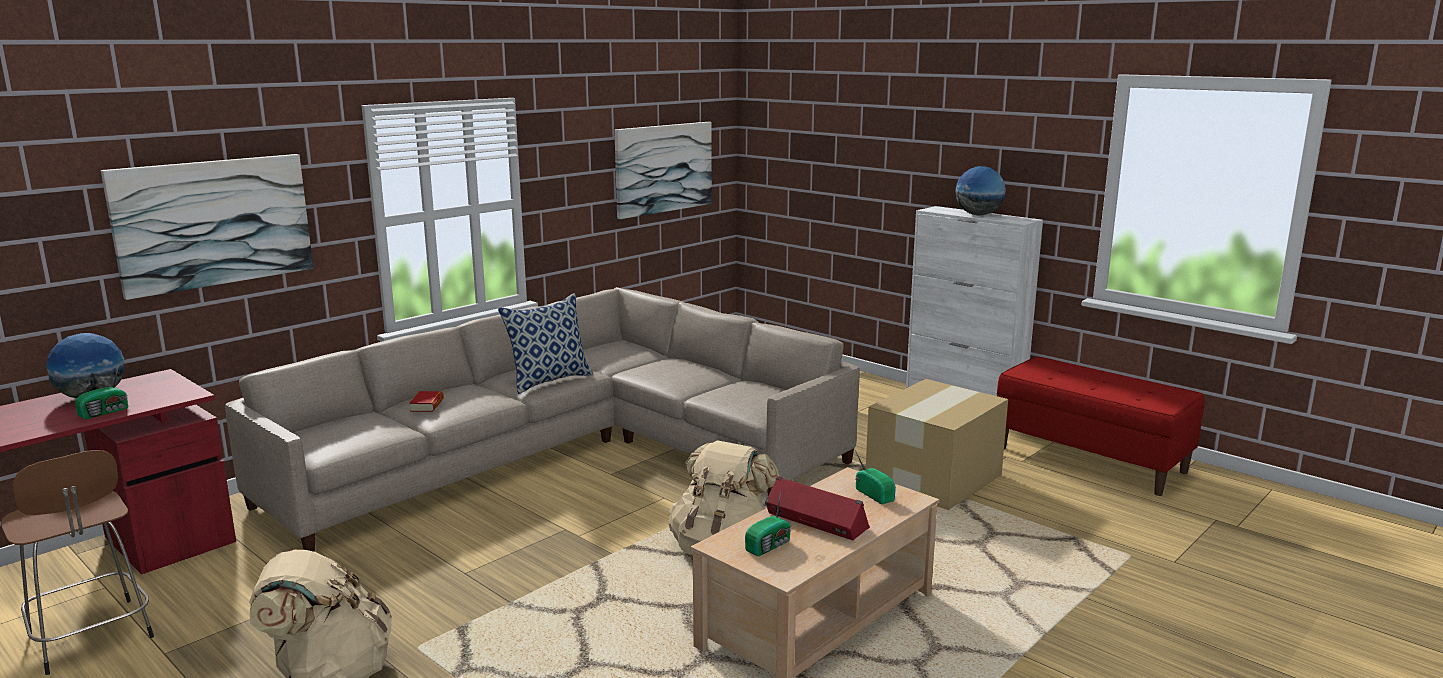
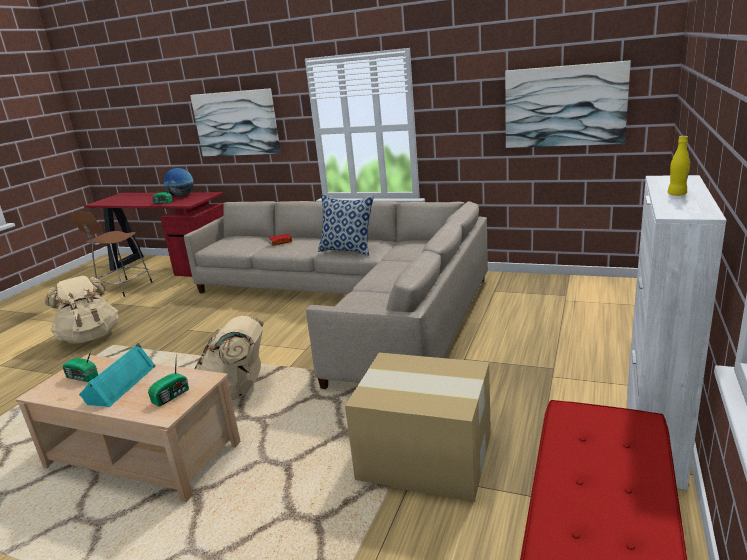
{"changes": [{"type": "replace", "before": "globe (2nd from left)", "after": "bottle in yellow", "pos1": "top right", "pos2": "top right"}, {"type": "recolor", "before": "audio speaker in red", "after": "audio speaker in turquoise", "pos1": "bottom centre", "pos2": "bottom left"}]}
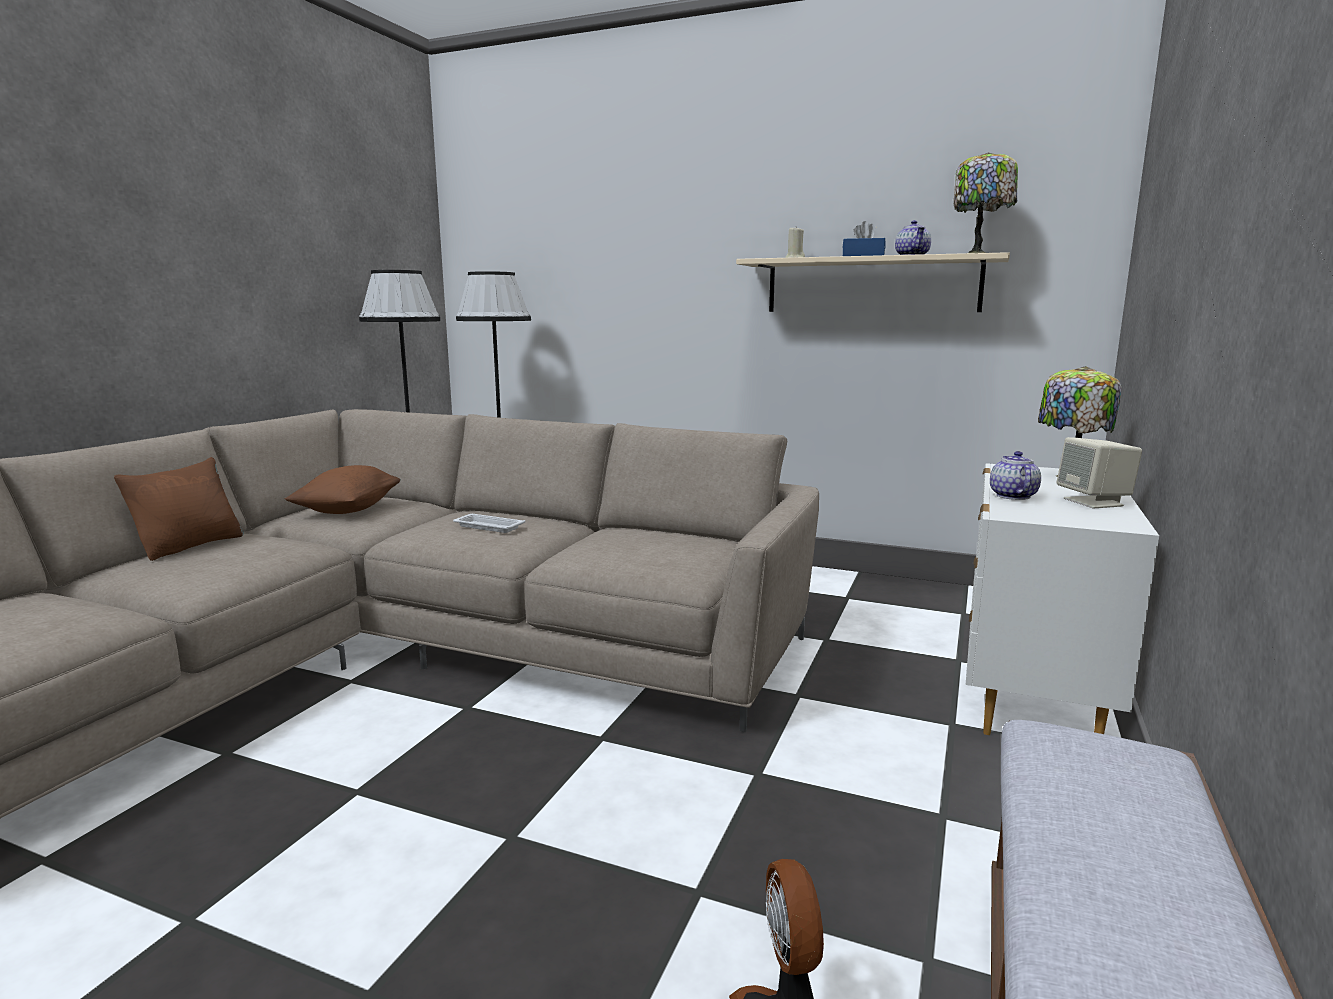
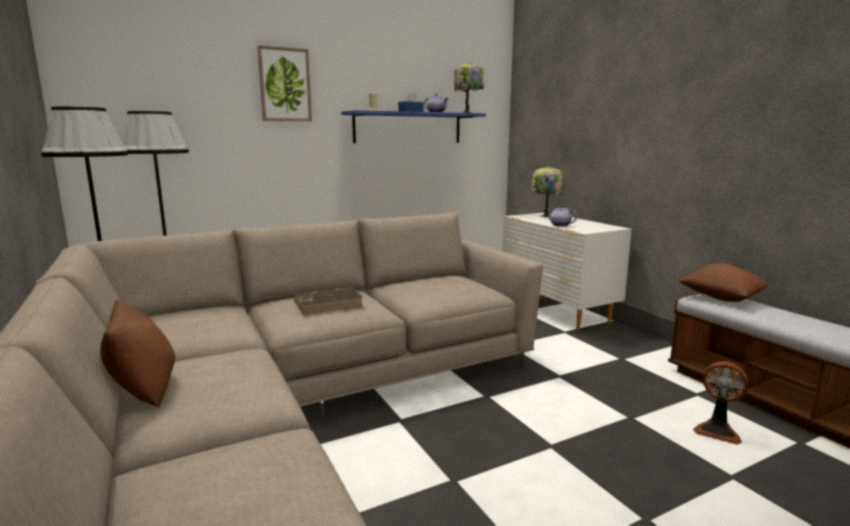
{"changes": [{"type": "delete", "before": "audio speaker in sand-coloured", "pos1": "middle right"}, {"type": "insert", "after": "wall picture", "pos2": "top centre"}, {"type": "move", "before": "cushion in brown-coloured (2nd from left)", "pos1": "middle left", "pos2": "middle right"}, {"type": "replace", "before": "carrying tray in whitish", "after": "book in brown-coloured", "pos1": "centre", "pos2": "centre"}, {"type": "recolor", "before": "bracket shelf in sand-coloured", "after": "bracket shelf in blue", "pos1": "top centre", "pos2": "top centre"}]}
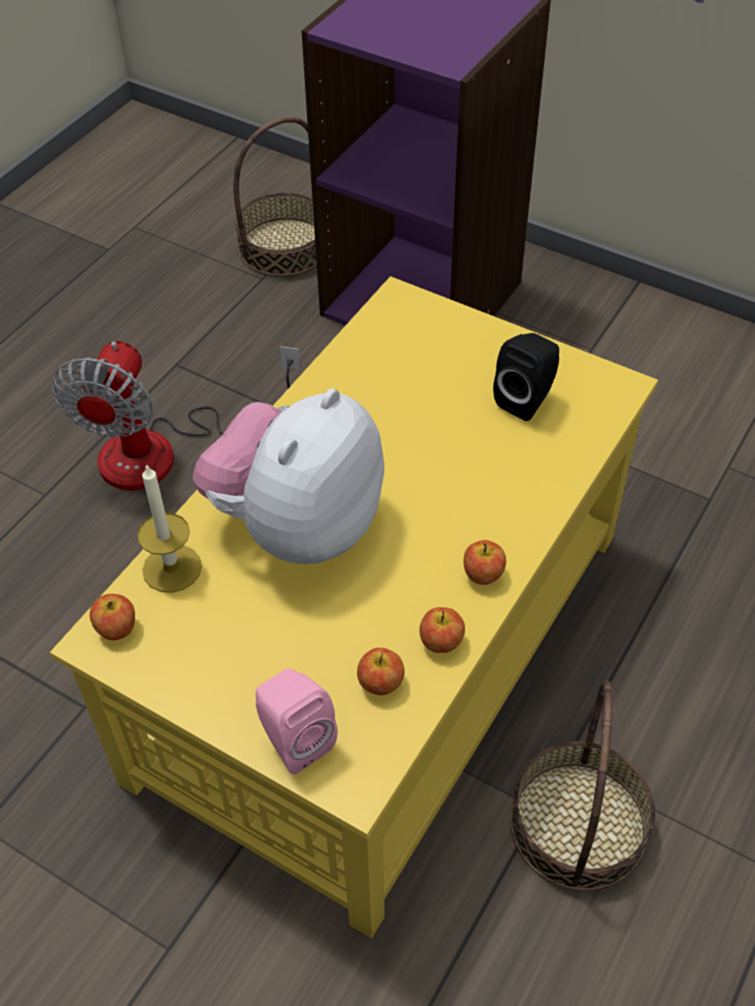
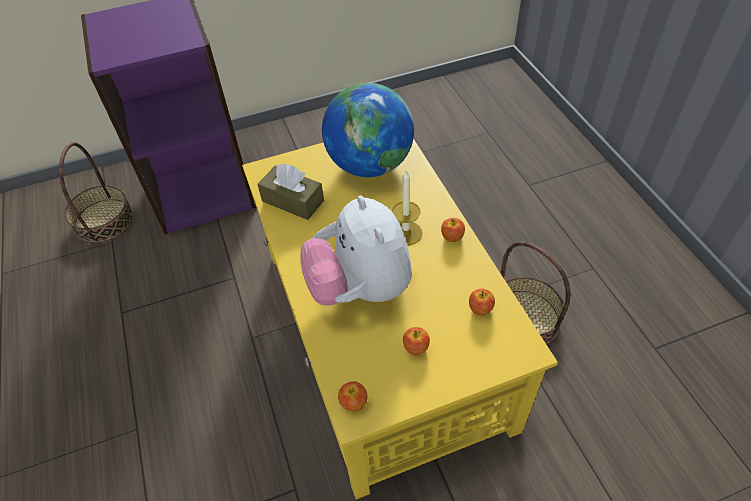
{"changes": [{"type": "delete", "before": "fan", "pos1": "middle left"}, {"type": "delete", "before": "audio speaker in pink", "pos1": "bottom centre"}, {"type": "insert", "after": "tissue box in brown-coloured", "pos2": "centre"}, {"type": "move", "before": "wax light", "pos1": "middle left", "pos2": "centre"}, {"type": "move", "before": "apple fruit (3rd from left in the first image)", "after": "apple fruit (2nd from left)", "pos1": "centre", "pos2": "bottom centre"}, {"type": "replace", "before": "audio speaker in blackish", "after": "globe", "pos1": "middle right", "pos2": "top centre"}]}
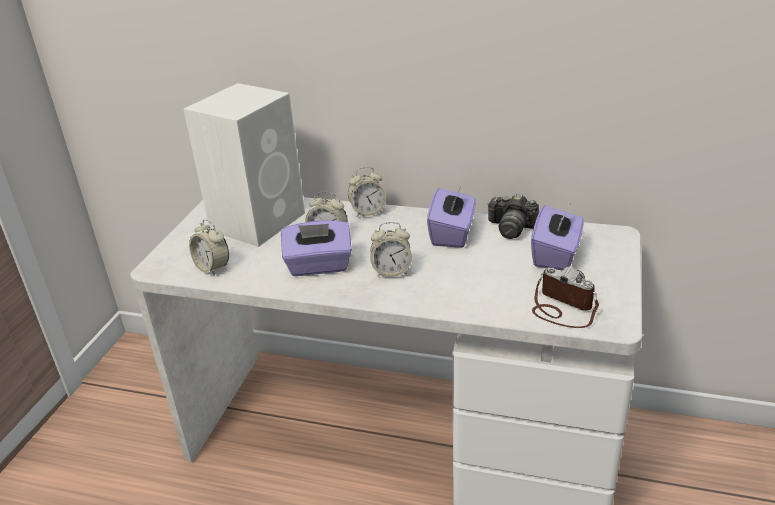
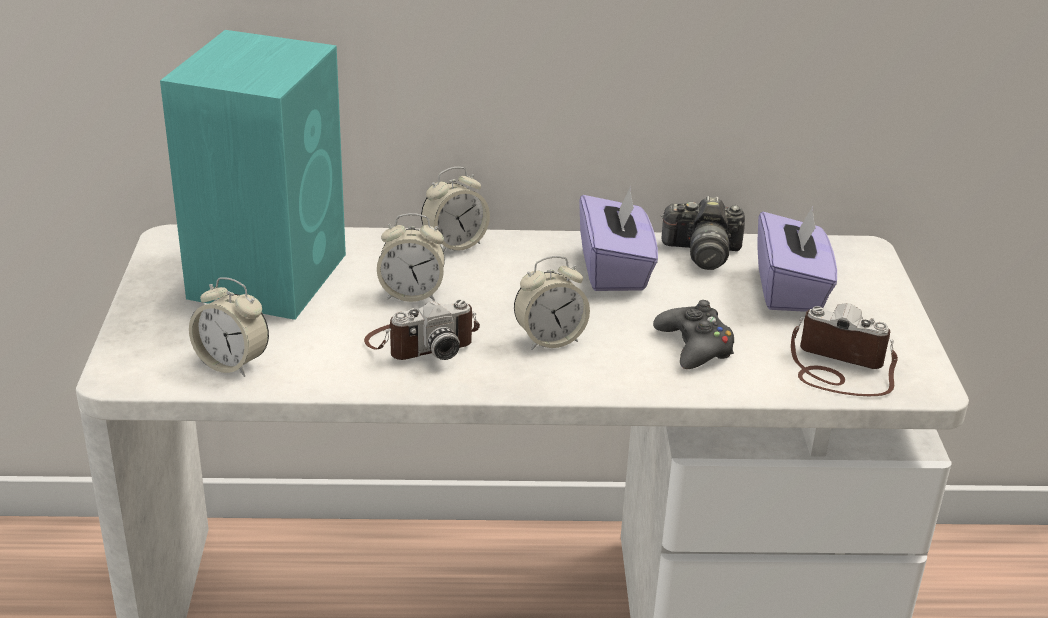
{"changes": [{"type": "insert", "after": "gamepad in blackish", "pos2": "centre"}, {"type": "replace", "before": "tissue box in purple (1st from left)", "after": "still camera (1st from left)", "pos1": "centre", "pos2": "centre"}, {"type": "recolor", "before": "audio speaker in whitish", "after": "audio speaker in turquoise", "pos1": "top left", "pos2": "top left"}]}
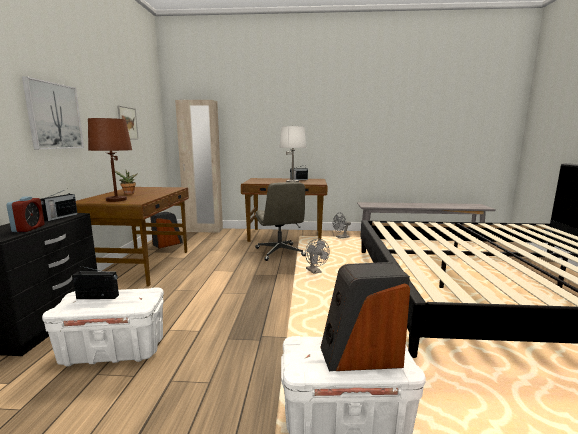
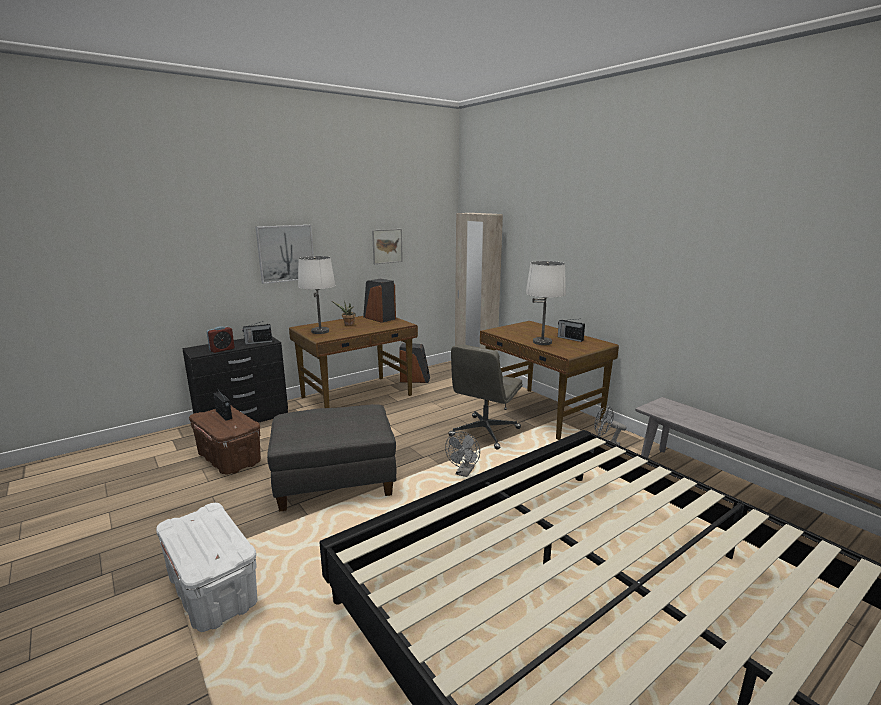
{"changes": [{"type": "insert", "after": "pouffe in greyish", "pos2": "centre"}, {"type": "move", "before": "audio speaker (2nd from left in the first image)", "after": "audio speaker (1st from left)", "pos1": "bottom centre", "pos2": "centre"}, {"type": "recolor", "before": "storage box in whitish (1st from left)", "after": "storage box in brown-coloured", "pos1": "bottom left", "pos2": "middle left"}, {"type": "recolor", "before": "tabletop lamp in brown-coloured", "after": "tabletop lamp in whitish (1st from left)", "pos1": "middle left", "pos2": "centre"}]}
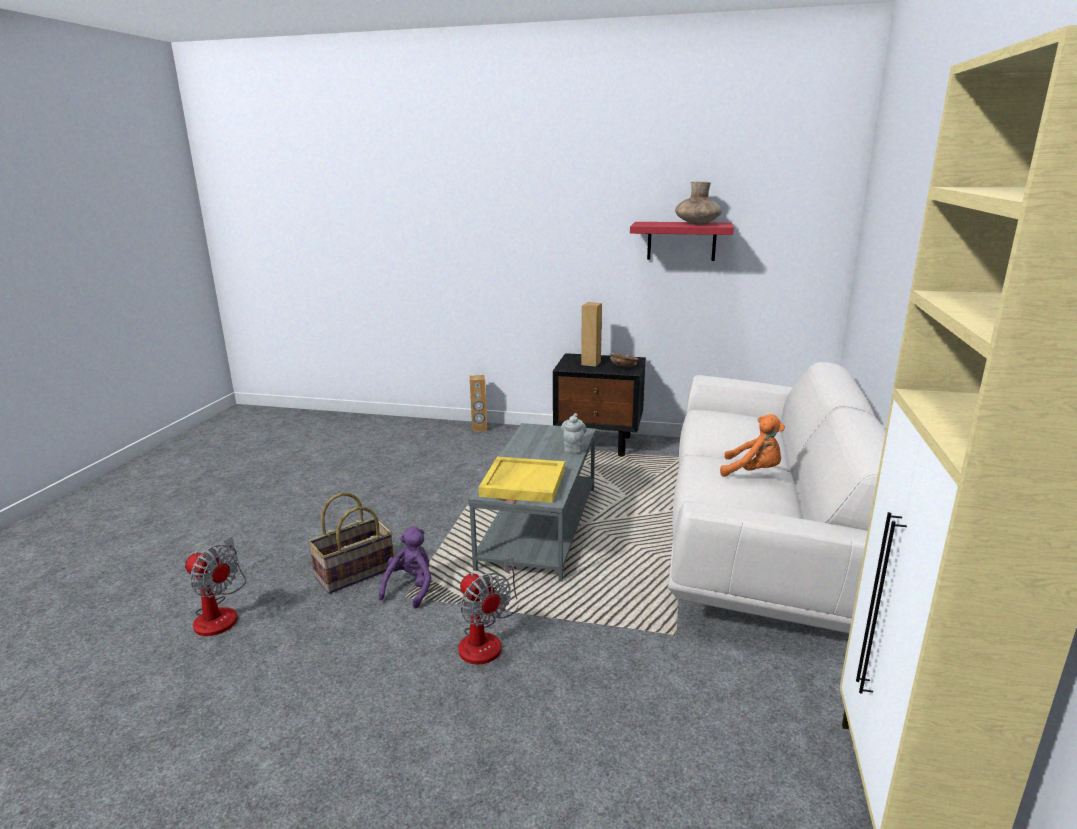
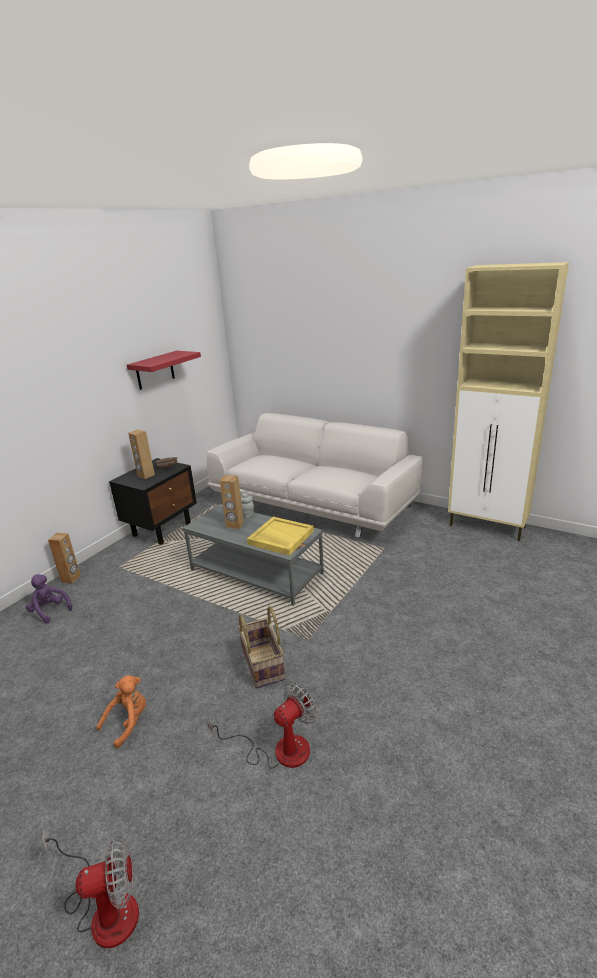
{"changes": [{"type": "delete", "before": "decorative vase in brown-coloured", "pos1": "top centre"}, {"type": "insert", "after": "audio speaker in brown-coloured (3rd from left)", "pos2": "centre"}, {"type": "move", "before": "plush toy in purple", "pos1": "bottom centre", "pos2": "middle left"}, {"type": "move", "before": "fan (2nd from left in the first image)", "after": "fan (1st from left)", "pos1": "bottom centre", "pos2": "bottom left"}, {"type": "move", "before": "plush toy in orange-coloured", "pos1": "middle right", "pos2": "bottom left"}]}
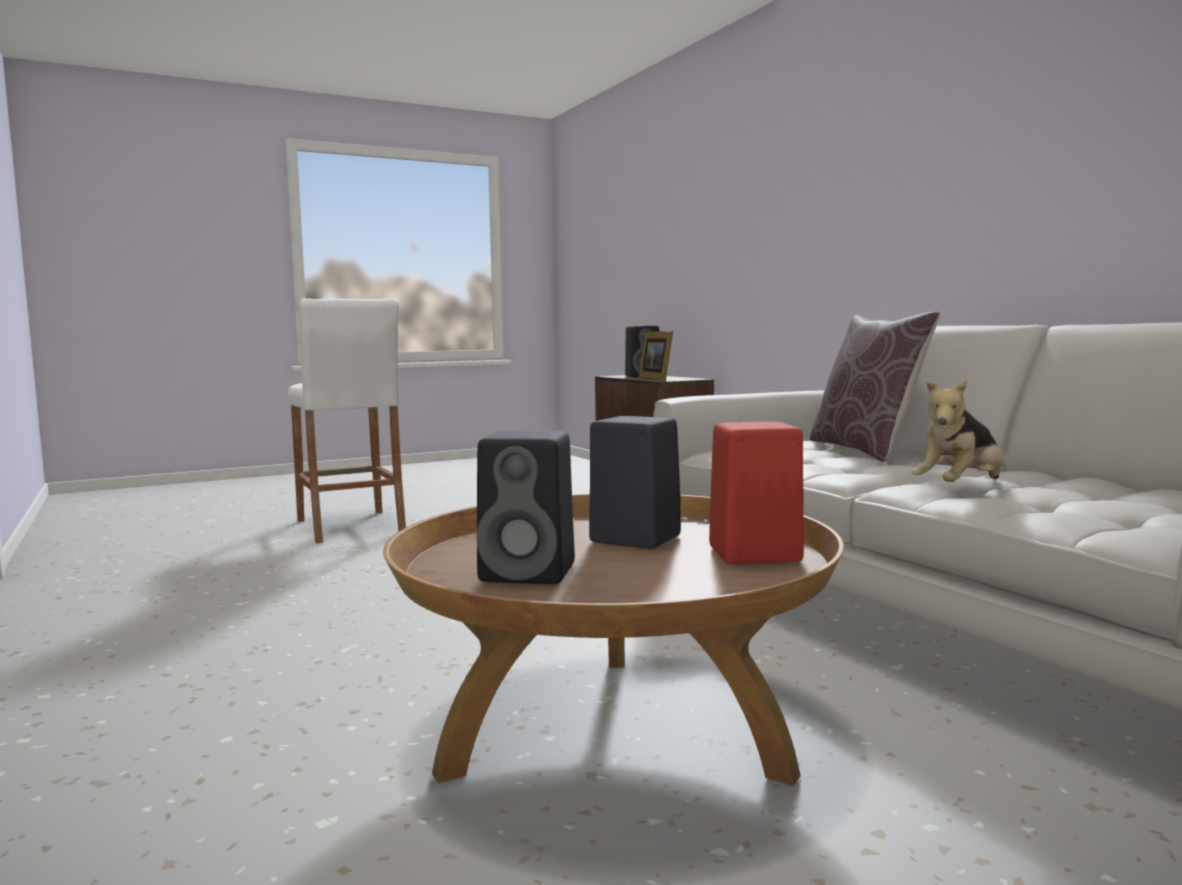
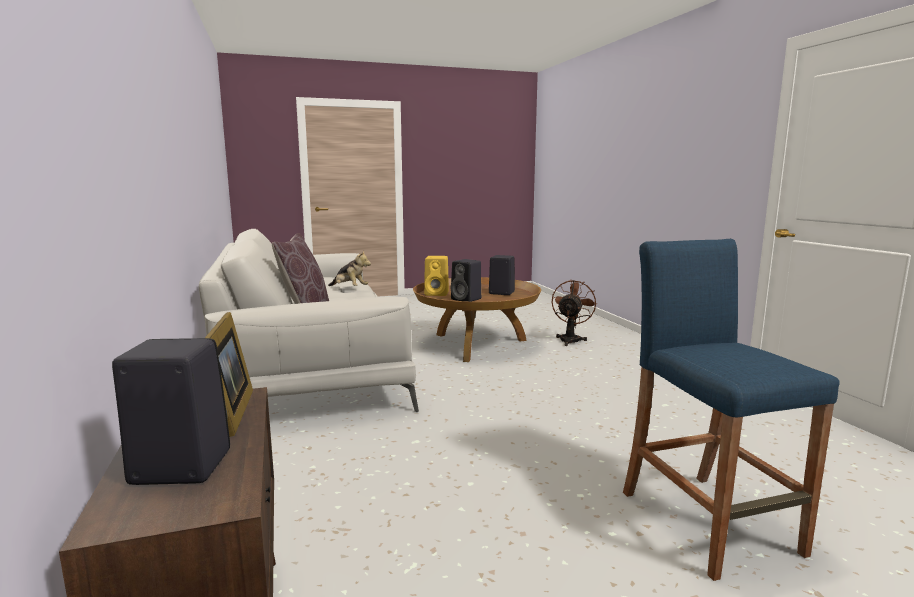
{"changes": [{"type": "insert", "after": "fan in brown-coloured", "pos2": "centre"}, {"type": "recolor", "before": "sitting stool in whitish", "after": "sitting stool in blue", "pos1": "middle left", "pos2": "bottom right"}, {"type": "recolor", "before": "audio speaker in red", "after": "audio speaker in yellow", "pos1": "centre", "pos2": "centre"}, {"type": "rotate", "before": "plush toy", "pos1": "middle right", "pos2": "centre", "turn": 60}]}
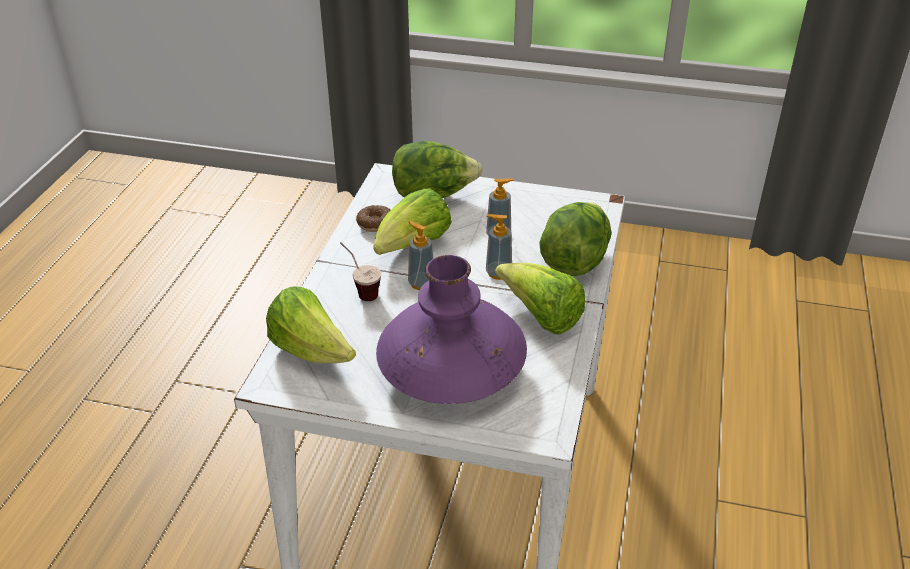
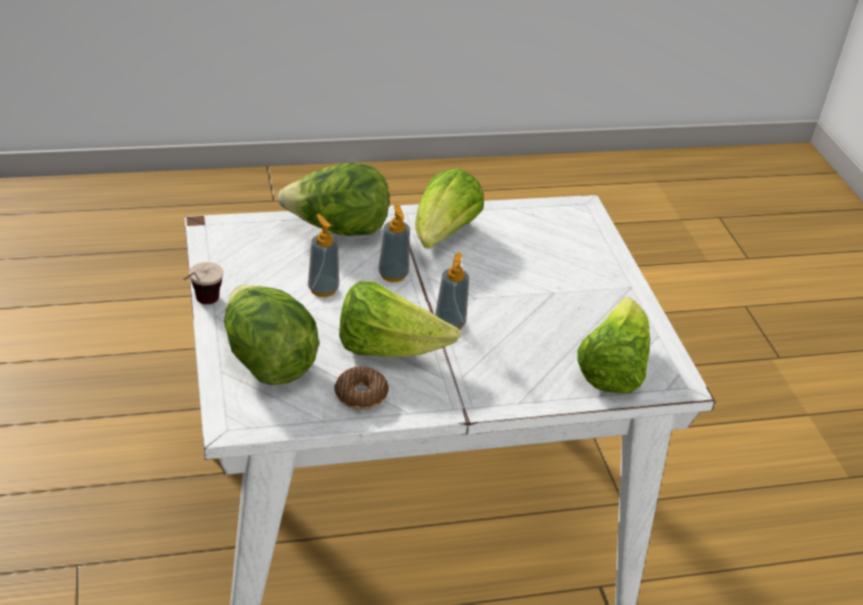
{"changes": [{"type": "delete", "before": "decorative vase in purple", "pos1": "centre"}, {"type": "move", "before": "small cup", "pos1": "centre", "pos2": "middle left"}]}
